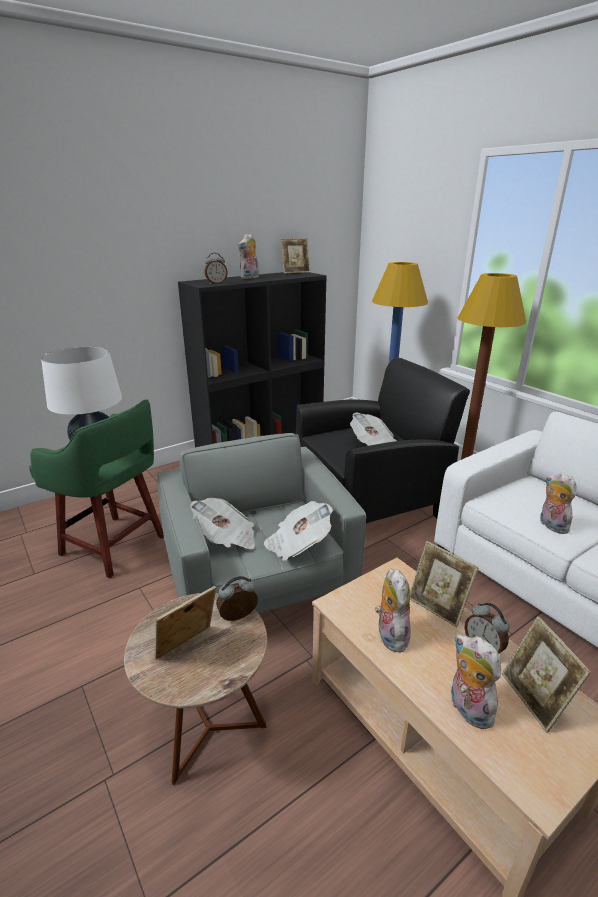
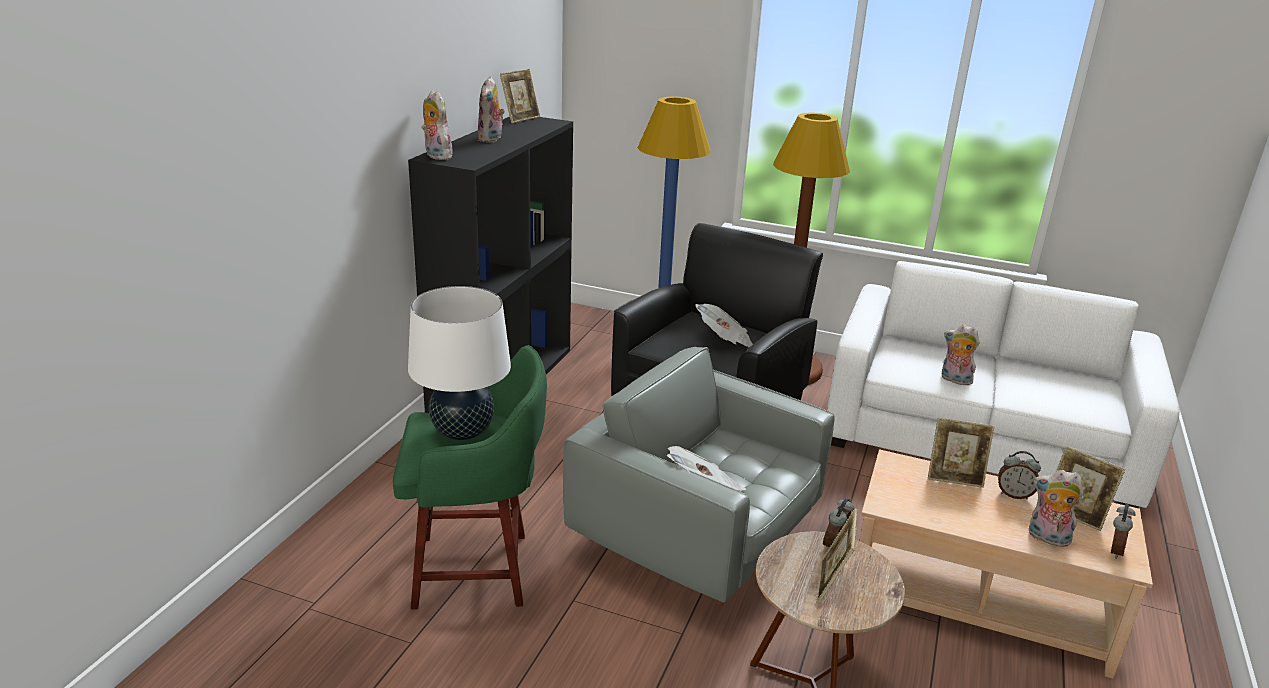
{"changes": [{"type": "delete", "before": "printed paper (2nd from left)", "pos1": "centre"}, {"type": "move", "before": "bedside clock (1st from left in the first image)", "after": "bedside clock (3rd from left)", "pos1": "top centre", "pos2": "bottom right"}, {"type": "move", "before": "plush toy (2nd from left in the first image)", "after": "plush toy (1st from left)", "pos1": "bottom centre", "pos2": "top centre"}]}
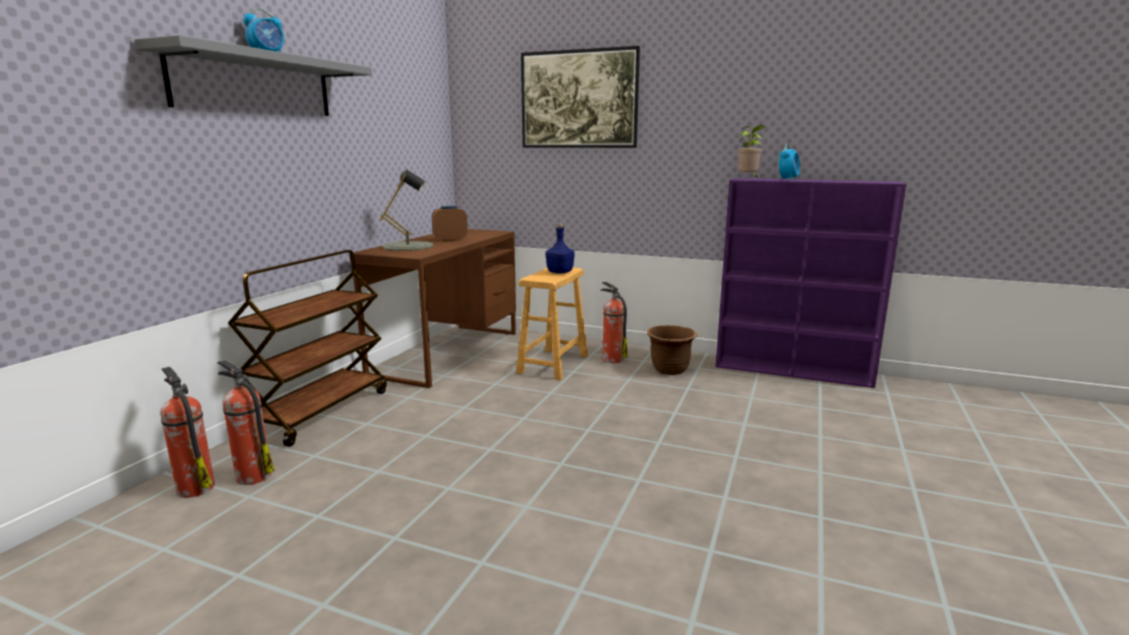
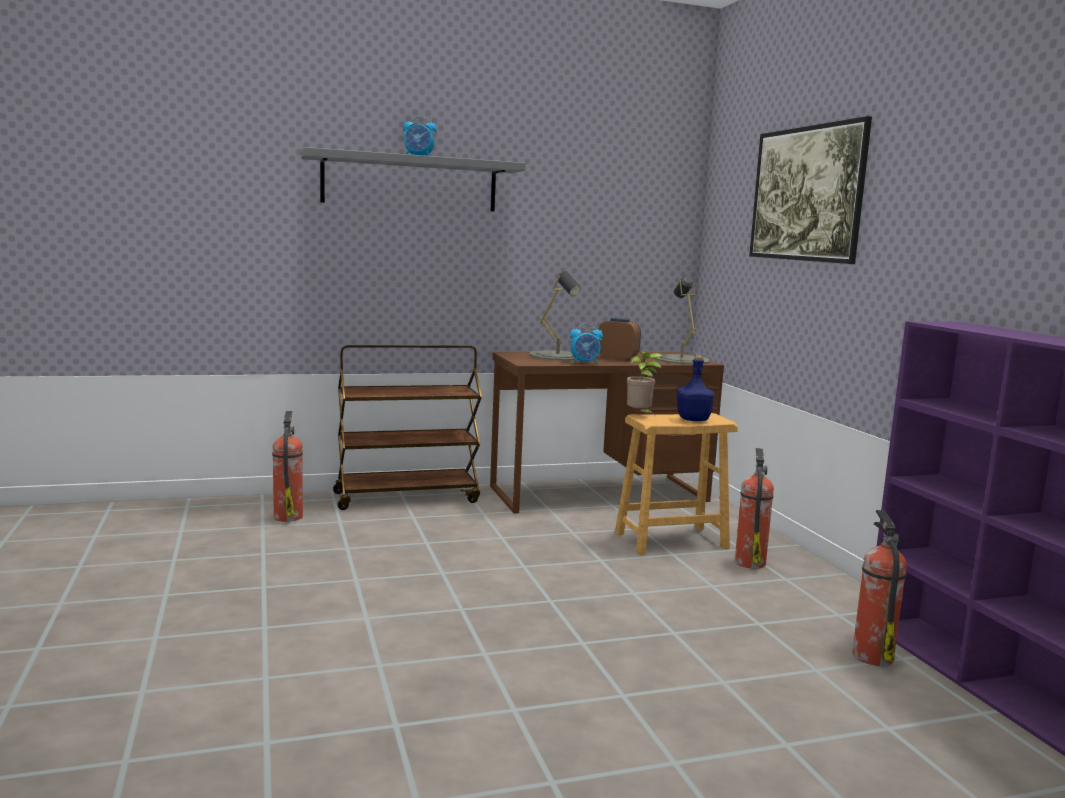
{"changes": [{"type": "delete", "before": "planter in brown-coloured", "pos1": "centre"}, {"type": "insert", "after": "tabletop lamp in greyish (2nd from left)", "pos2": "centre"}, {"type": "move", "before": "fire-fighting cylinder (1st from left in the first image)", "after": "fire-fighting cylinder (3rd from left)", "pos1": "bottom left", "pos2": "bottom right"}, {"type": "move", "before": "houseplant", "pos1": "top centre", "pos2": "centre"}, {"type": "move", "before": "bedside clock (3rd from left in the first image)", "after": "bedside clock (2nd from left)", "pos1": "top right", "pos2": "centre"}]}
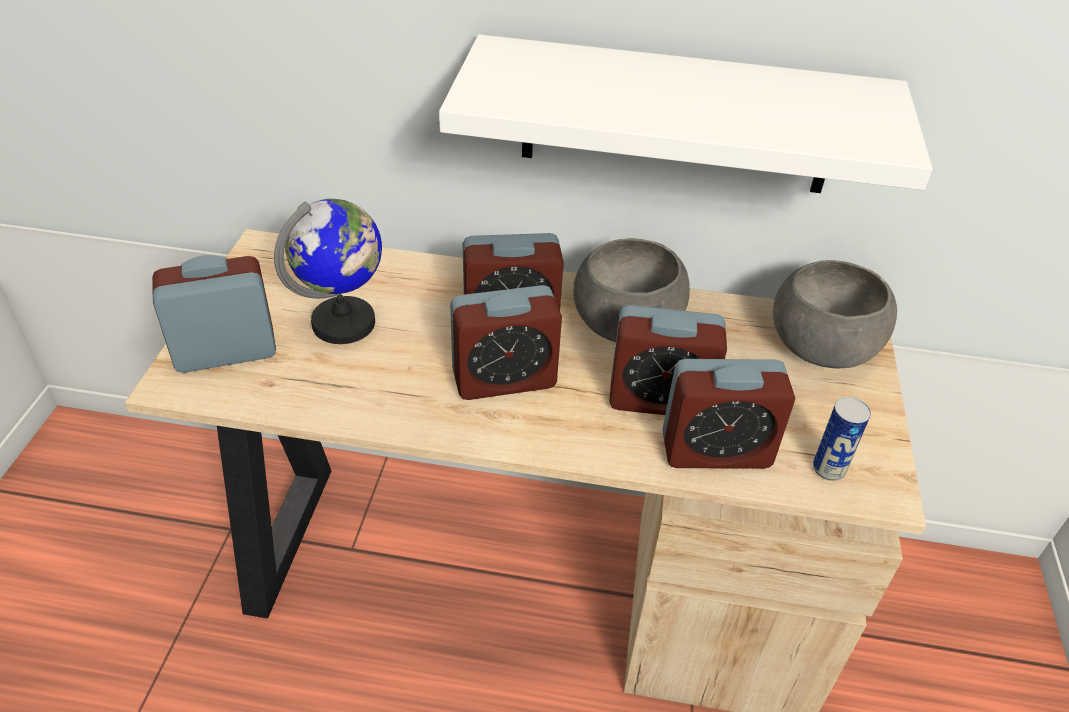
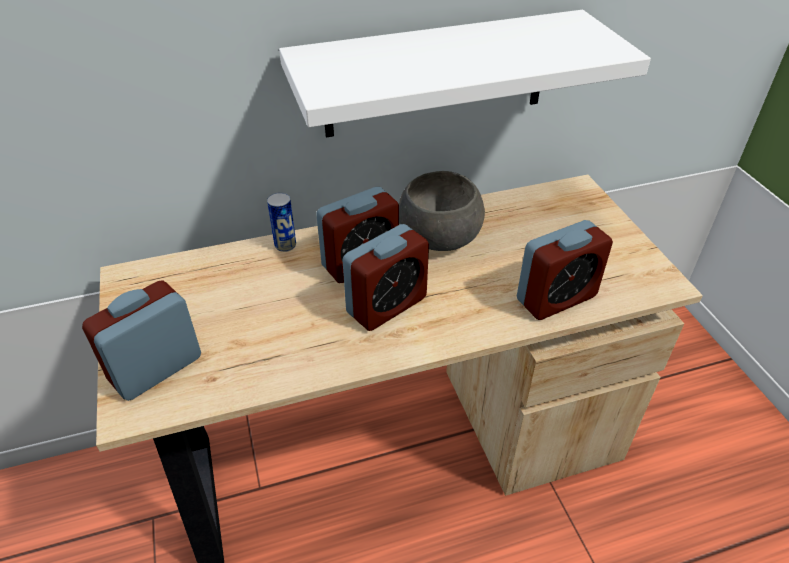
{"changes": [{"type": "delete", "before": "globe", "pos1": "middle left"}, {"type": "delete", "before": "bedside clock (4th from left)", "pos1": "centre"}, {"type": "delete", "before": "serving bowl in greyish (2nd from left)", "pos1": "middle right"}, {"type": "move", "before": "sealed can", "pos1": "middle right", "pos2": "centre"}]}
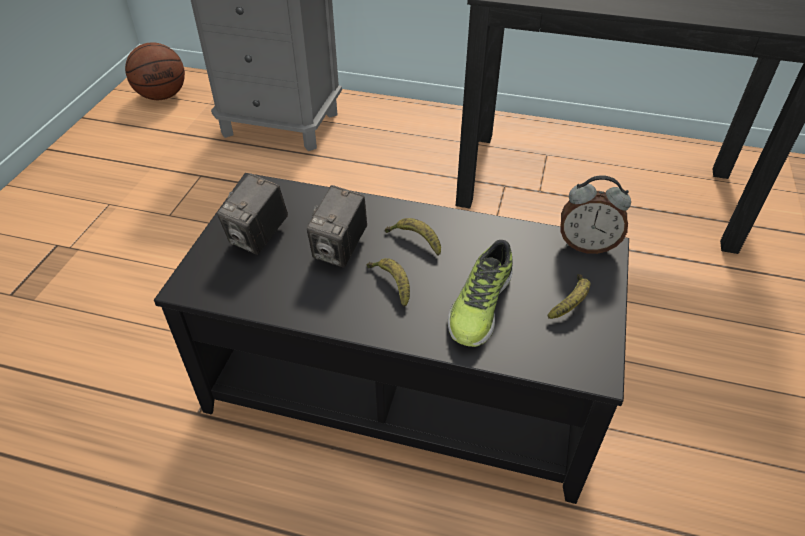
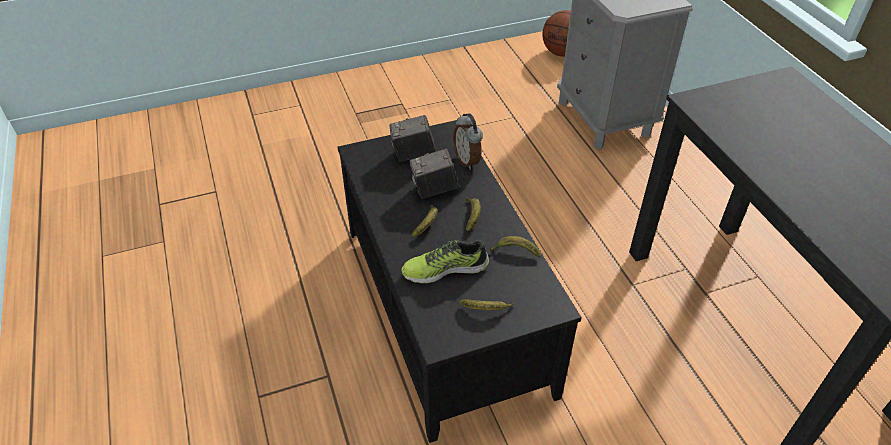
{"changes": [{"type": "insert", "after": "banana (4th from left)", "pos2": "centre"}, {"type": "move", "before": "bedside clock", "pos1": "middle right", "pos2": "top centre"}]}
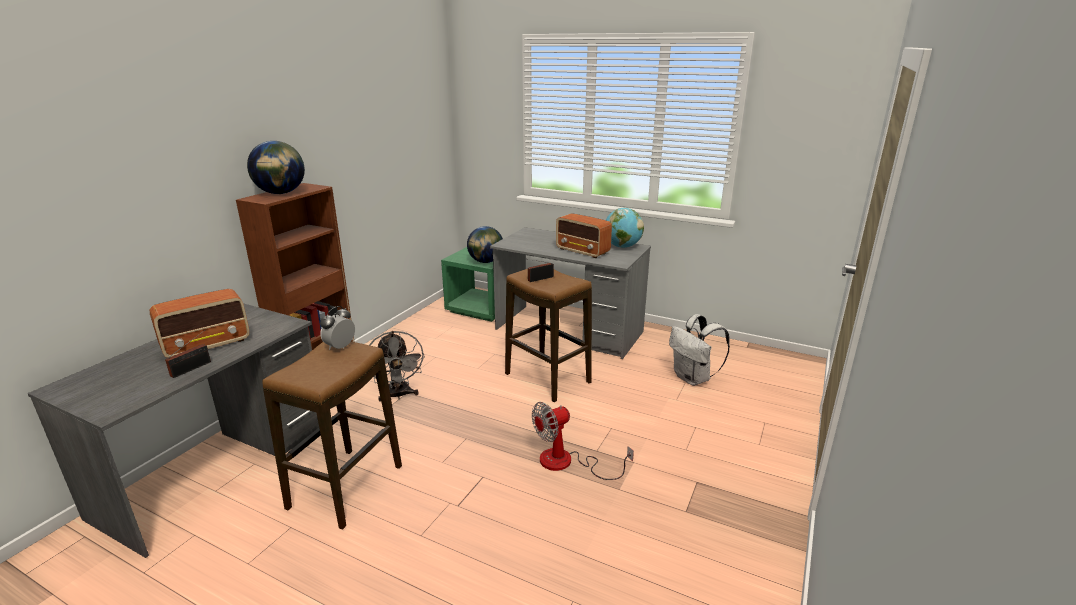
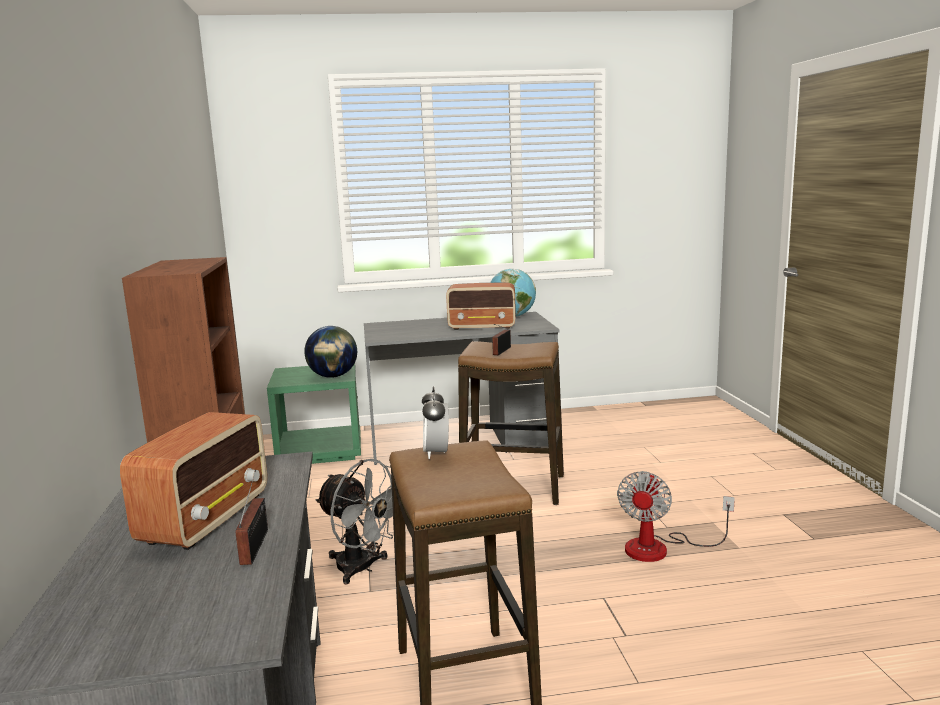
{"changes": [{"type": "delete", "before": "globe (1st from left)", "pos1": "top left"}, {"type": "delete", "before": "backpack in whitish", "pos1": "centre"}]}
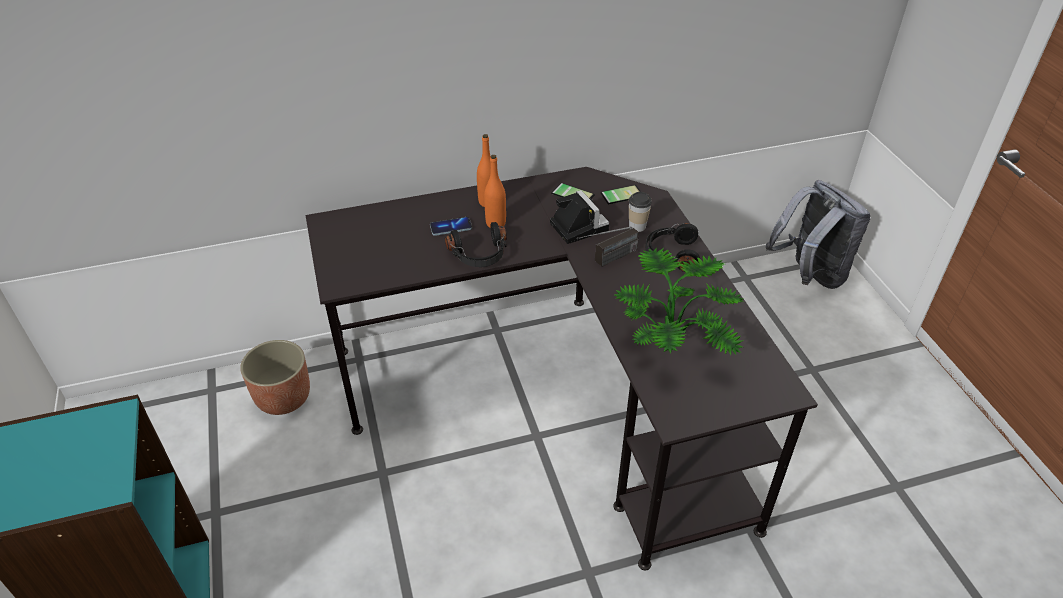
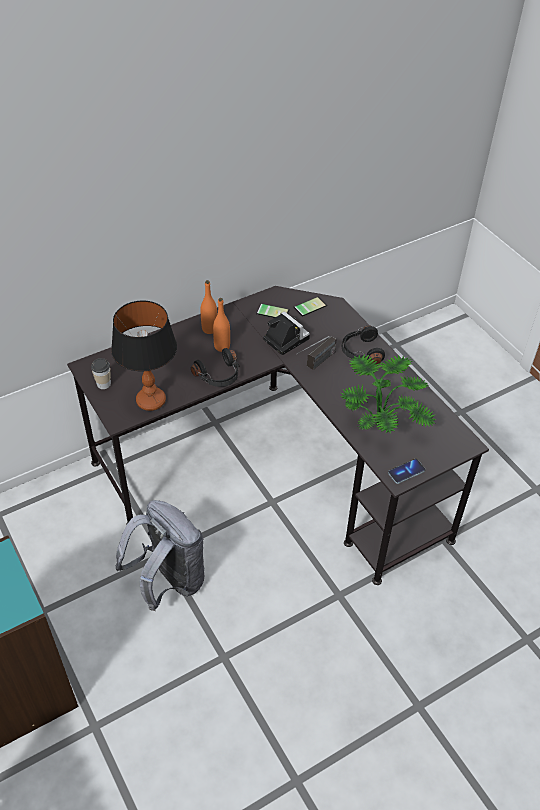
{"changes": [{"type": "delete", "before": "planter", "pos1": "middle left"}, {"type": "insert", "after": "tabletop lamp", "pos2": "middle left"}, {"type": "move", "before": "phone (1st from left in the first image)", "after": "phone (3rd from left)", "pos1": "centre", "pos2": "middle right"}, {"type": "move", "before": "small cup", "pos1": "centre", "pos2": "middle left"}, {"type": "move", "before": "backpack in greyish", "pos1": "middle right", "pos2": "bottom left"}]}
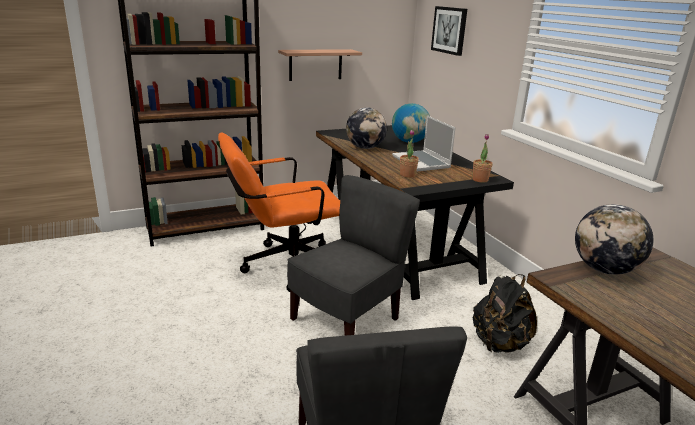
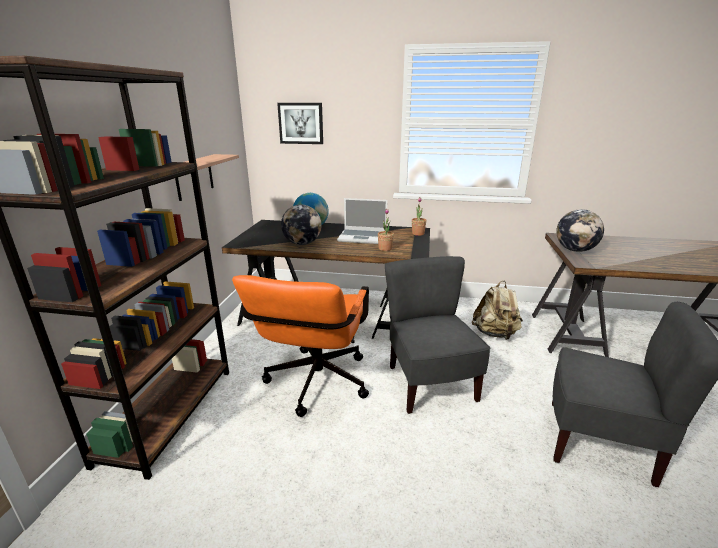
{"changes": [{"type": "recolor", "before": "backpack in blackish", "after": "backpack in sand-coloured", "pos1": "bottom right", "pos2": "middle right"}]}
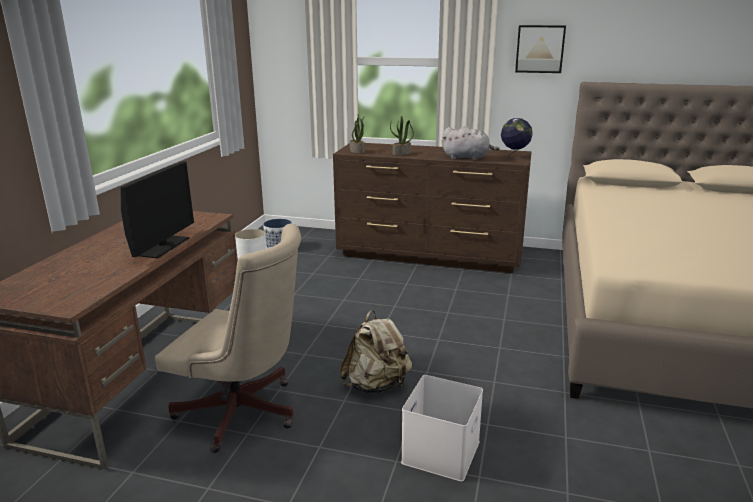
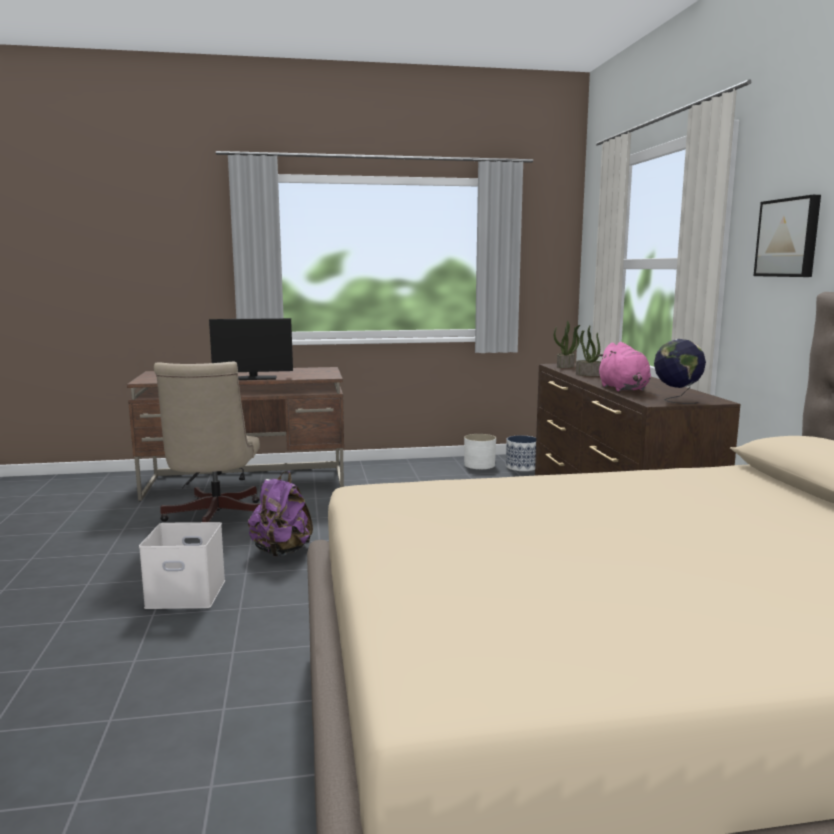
{"changes": [{"type": "recolor", "before": "backpack in sand-coloured", "after": "backpack in purple", "pos1": "bottom centre", "pos2": "centre"}, {"type": "recolor", "before": "plush toy in greyish", "after": "plush toy in pink", "pos1": "top centre", "pos2": "middle right"}]}
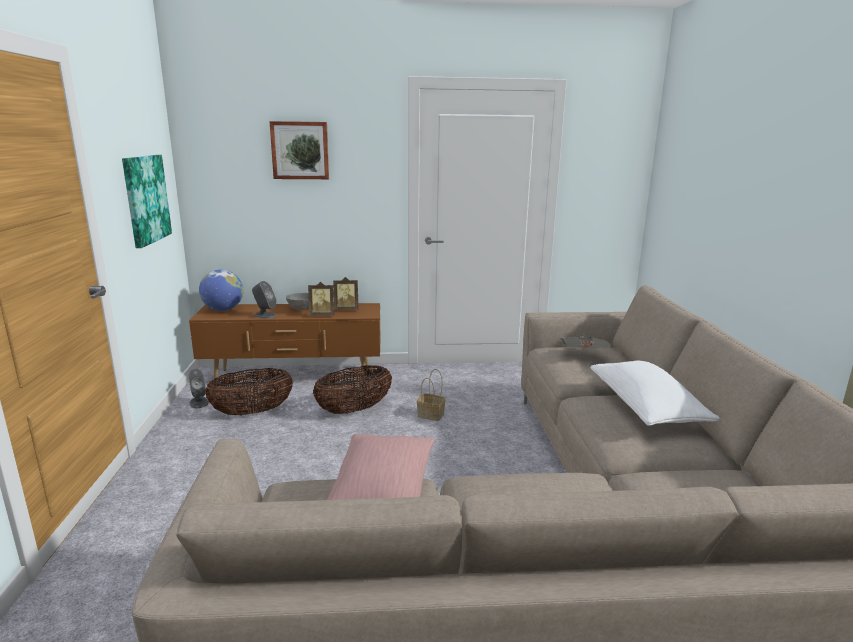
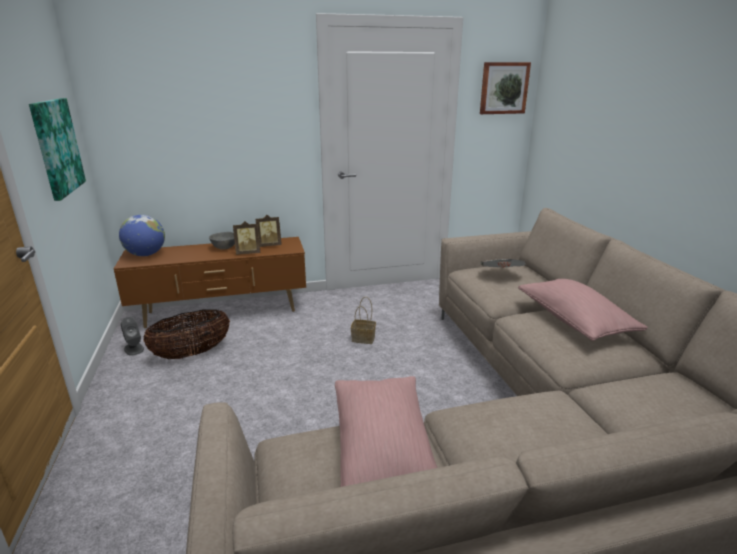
{"changes": [{"type": "delete", "before": "audio speaker in greyish (2nd from left)", "pos1": "middle left"}, {"type": "delete", "before": "storage basket (2nd from left)", "pos1": "centre"}, {"type": "move", "before": "wall picture (2nd from left)", "pos1": "top centre", "pos2": "top right"}, {"type": "recolor", "before": "cushion in whitish", "after": "cushion in pink (2nd from left)", "pos1": "middle right", "pos2": "middle right"}]}
